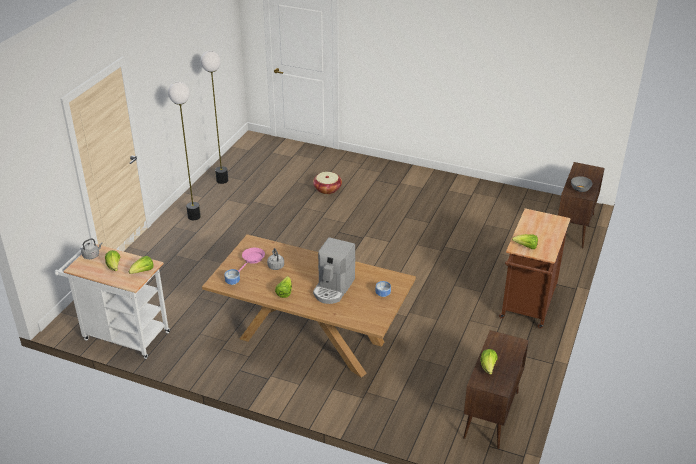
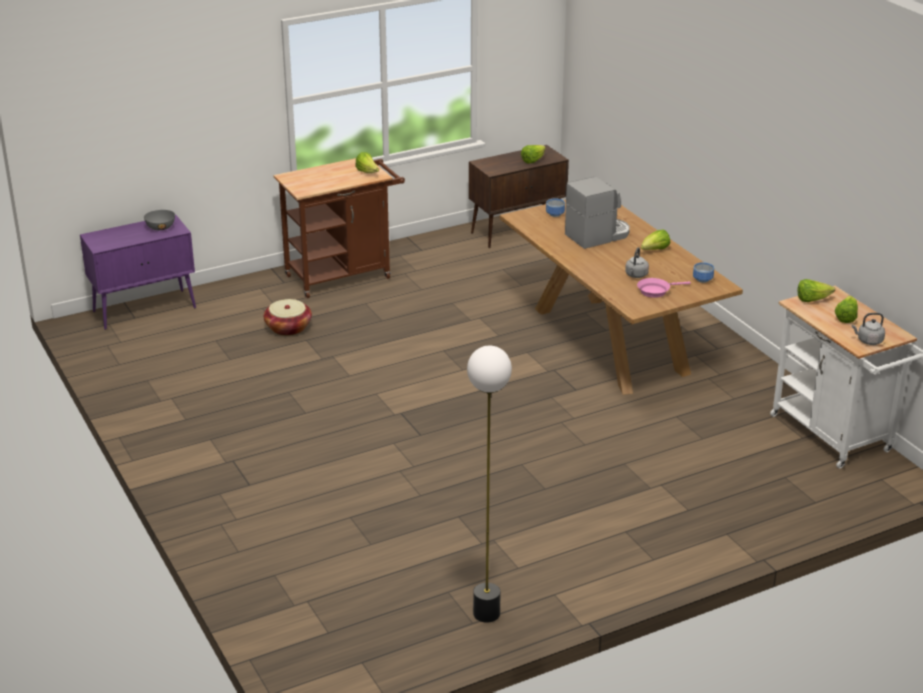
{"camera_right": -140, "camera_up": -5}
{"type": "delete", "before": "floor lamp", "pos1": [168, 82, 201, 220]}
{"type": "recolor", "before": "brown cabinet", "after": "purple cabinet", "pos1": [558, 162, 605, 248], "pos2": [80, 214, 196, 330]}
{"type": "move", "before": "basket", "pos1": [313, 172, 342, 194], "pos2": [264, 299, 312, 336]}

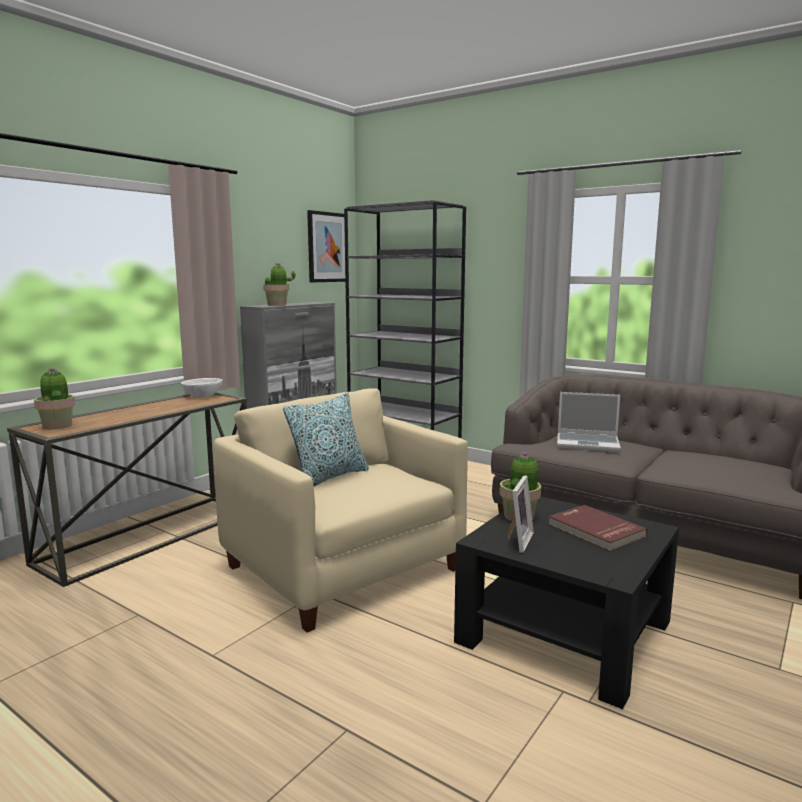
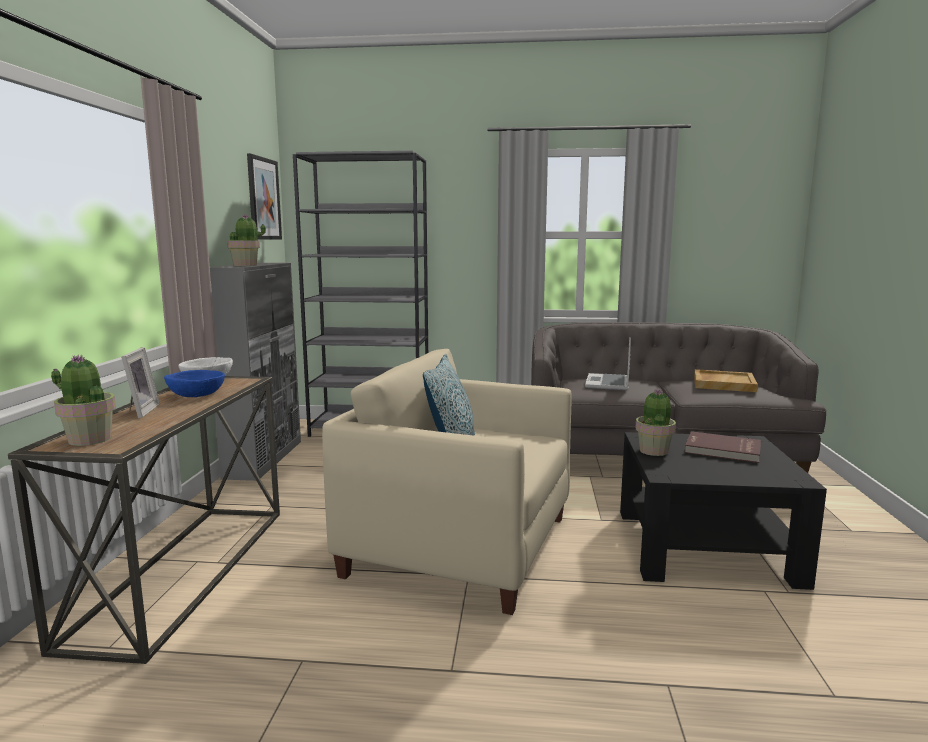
{"camera_right": -30, "camera_up": 0}
{"type": "rotate", "before": "laptop", "pos1": [557, 392, 621, 452], "pos2": [585, 337, 631, 390], "turn": 120}
{"type": "move", "before": "picture frame", "pos1": [508, 476, 534, 553], "pos2": [121, 347, 160, 418]}
{"type": "insert", "after": "beige tray", "pos2": [694, 369, 758, 392]}
{"type": "insert", "after": "blue bowl", "pos2": [164, 370, 225, 397]}

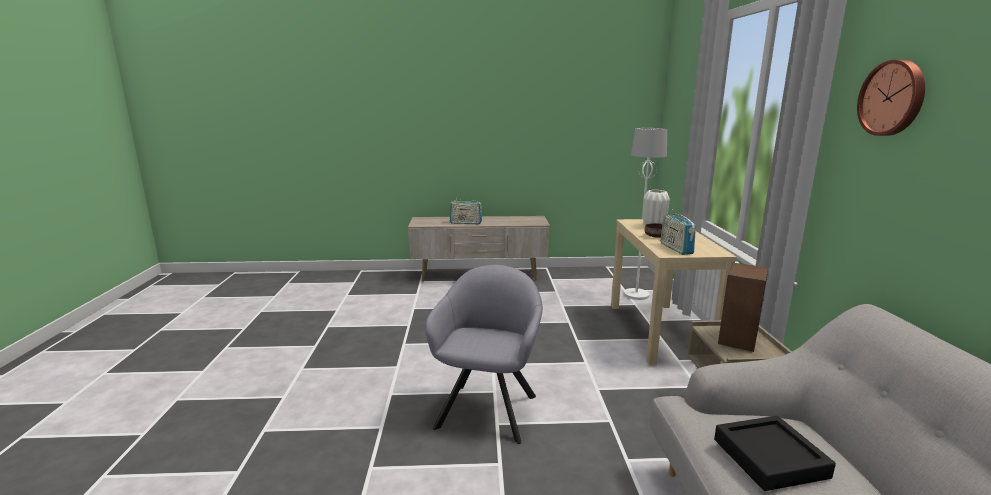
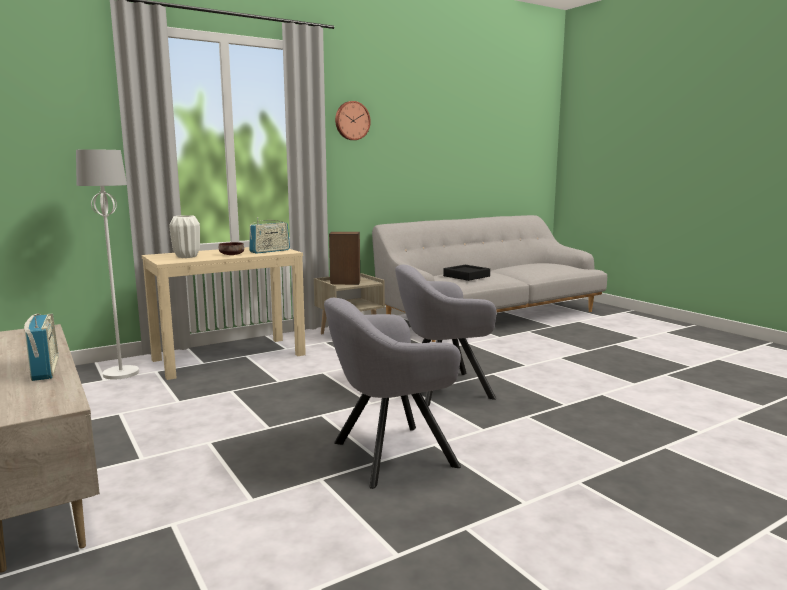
{"camera_right": -120, "camera_up": -5}
{"type": "insert", "after": "grey armchair", "pos2": [324, 298, 461, 489]}

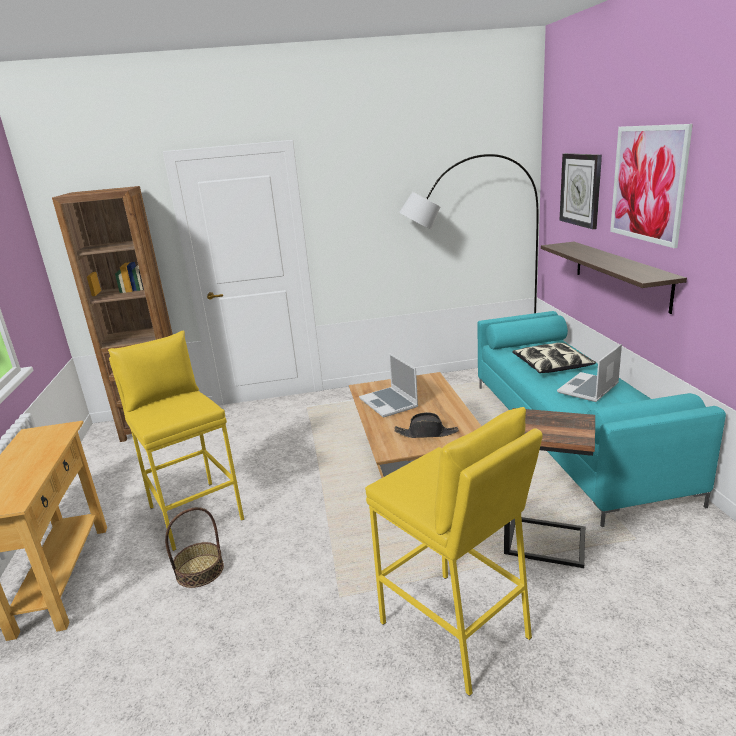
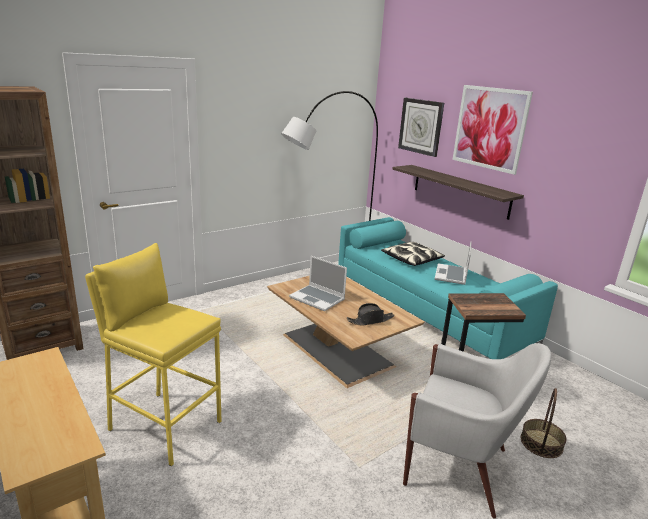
{"camera_right": -30, "camera_up": 0}
{"type": "replace", "before": "yellow stool", "after": "white armchair", "pos1": [365, 407, 543, 696], "pos2": [403, 343, 552, 519]}
{"type": "move", "before": "basket", "pos1": [165, 507, 224, 588], "pos2": [521, 388, 567, 458]}

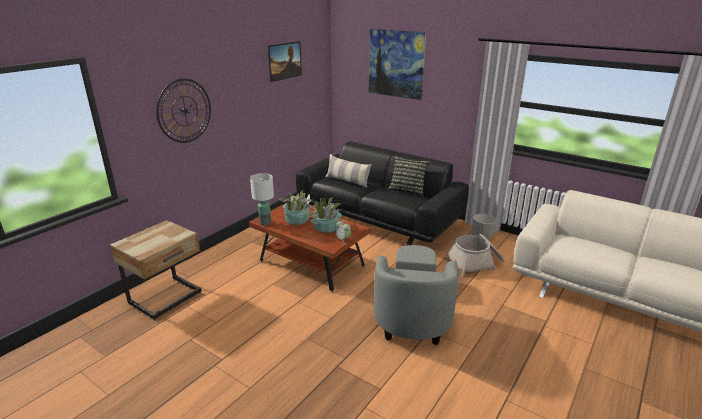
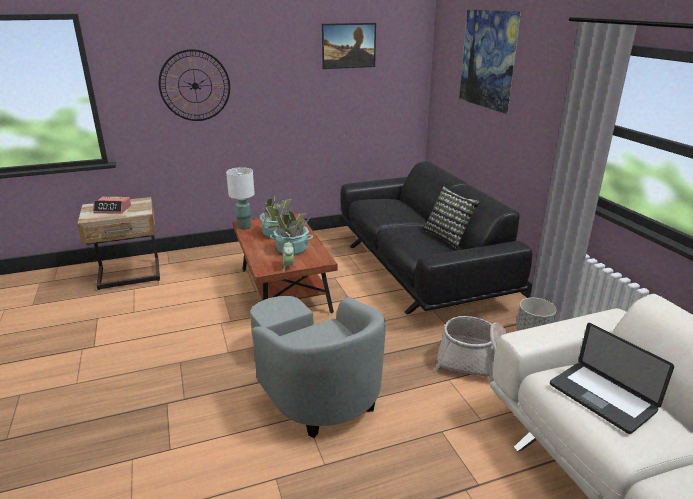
{"camera_right": 35, "camera_up": 0}
{"type": "delete", "before": "pillow", "pos1": [326, 154, 372, 188]}
{"type": "rotate", "before": "grey armchair", "pos1": [374, 245, 459, 345], "pos2": [250, 296, 386, 438], "turn": -75}
{"type": "insert", "after": "alarm clock", "pos2": [93, 197, 131, 214]}
{"type": "insert", "after": "laptop", "pos2": [550, 323, 674, 434]}

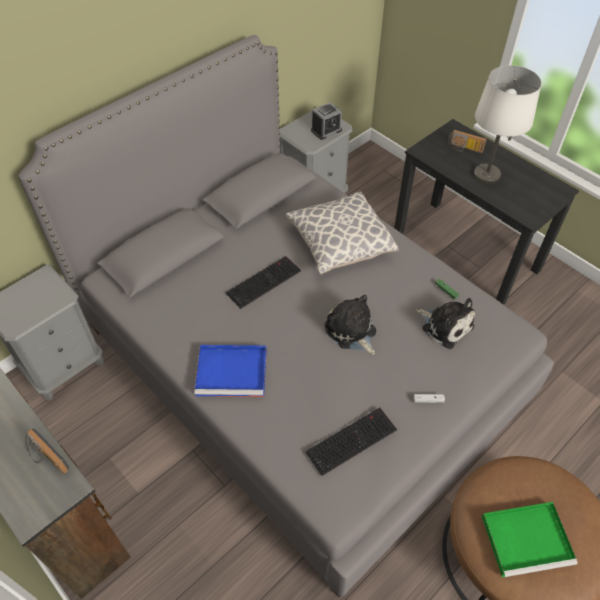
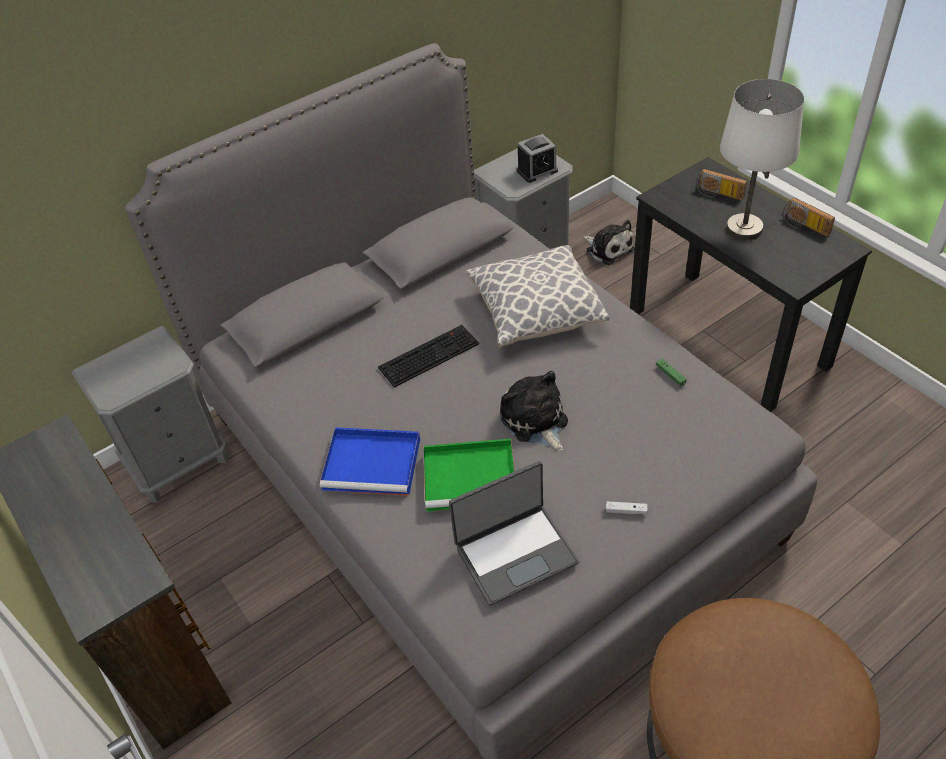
{"camera_right": 10, "camera_up": -5}
{"type": "move", "before": "plush toy", "pos1": [416, 298, 475, 349], "pos2": [584, 220, 635, 265]}
{"type": "replace", "before": "keyboard", "after": "laptop", "pos1": [306, 407, 397, 476], "pos2": [449, 461, 579, 606]}
{"type": "move", "before": "radio", "pos1": [25, 428, 69, 474], "pos2": [783, 197, 835, 237]}
{"type": "move", "before": "green tray", "pos1": [482, 502, 577, 577], "pos2": [423, 439, 515, 512]}

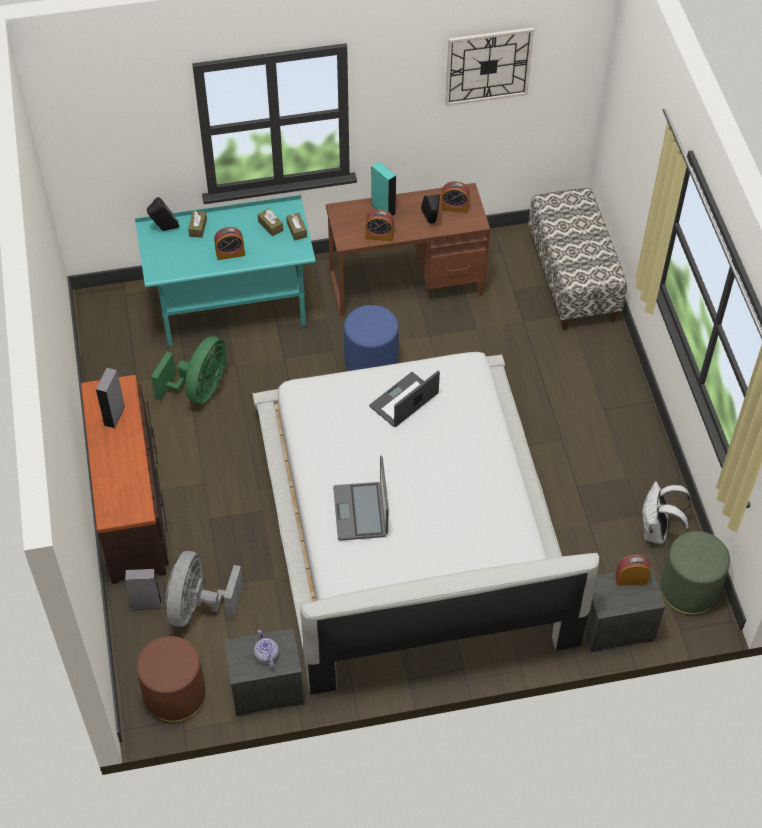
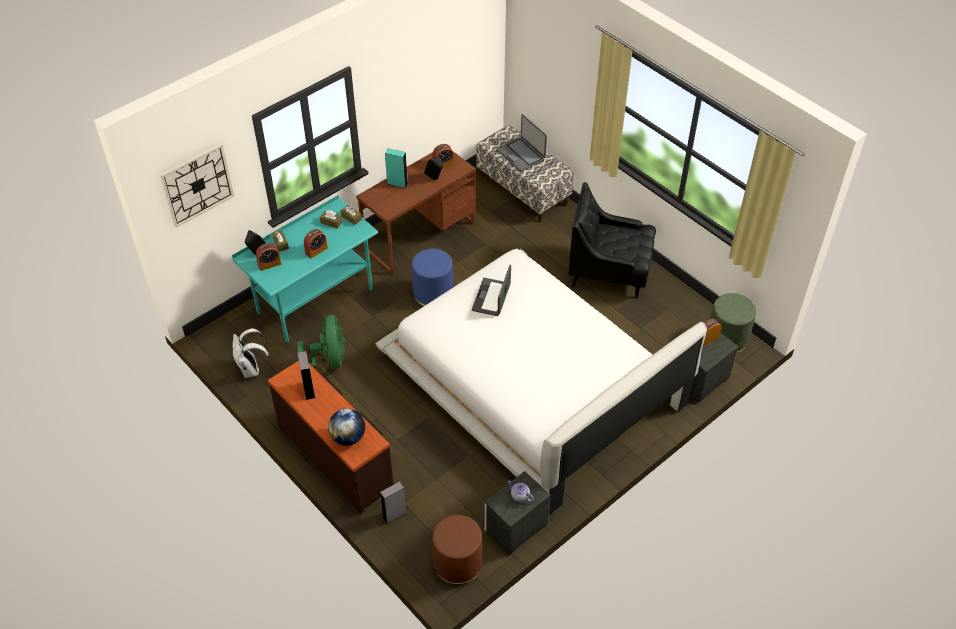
{"camera_right": -30, "camera_up": -5}
{"type": "move", "before": "wall clock", "pos1": [445, 27, 534, 106], "pos2": [160, 144, 234, 228]}
{"type": "move", "before": "alarm clock", "pos1": [365, 210, 394, 241], "pos2": [256, 243, 281, 271]}
{"type": "move", "before": "laptop", "pos1": [333, 456, 388, 541], "pos2": [497, 114, 547, 172]}
{"type": "move", "before": "white backpack", "pos1": [641, 481, 691, 544], "pos2": [233, 328, 271, 378]}
{"type": "delete", "before": "grey fan", "pos1": [165, 551, 243, 627]}
{"type": "insert", "after": "black armchair", "pos2": [568, 182, 656, 298]}
{"type": "insert", "after": "globe", "pos2": [328, 408, 365, 446]}

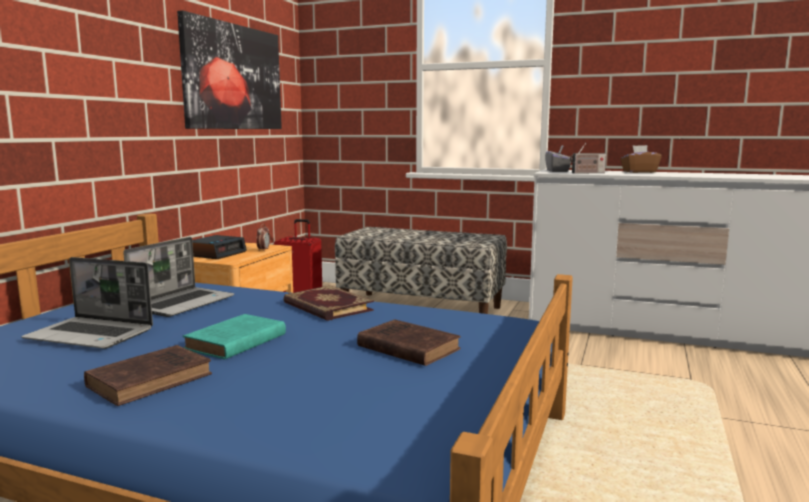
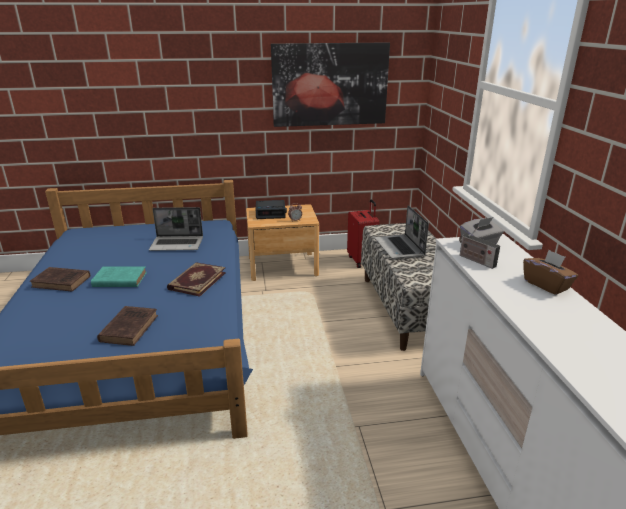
{"camera_right": 60, "camera_up": 15}
{"type": "move", "before": "laptop", "pos1": [21, 257, 153, 349], "pos2": [375, 205, 429, 259]}

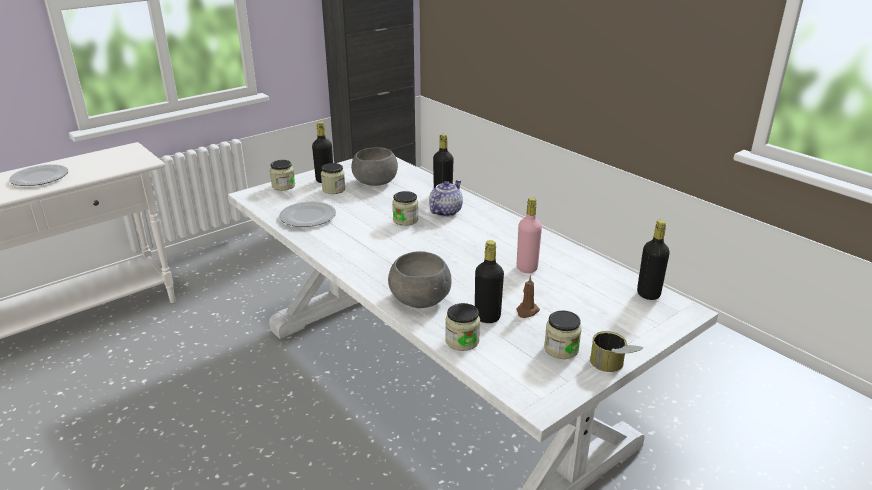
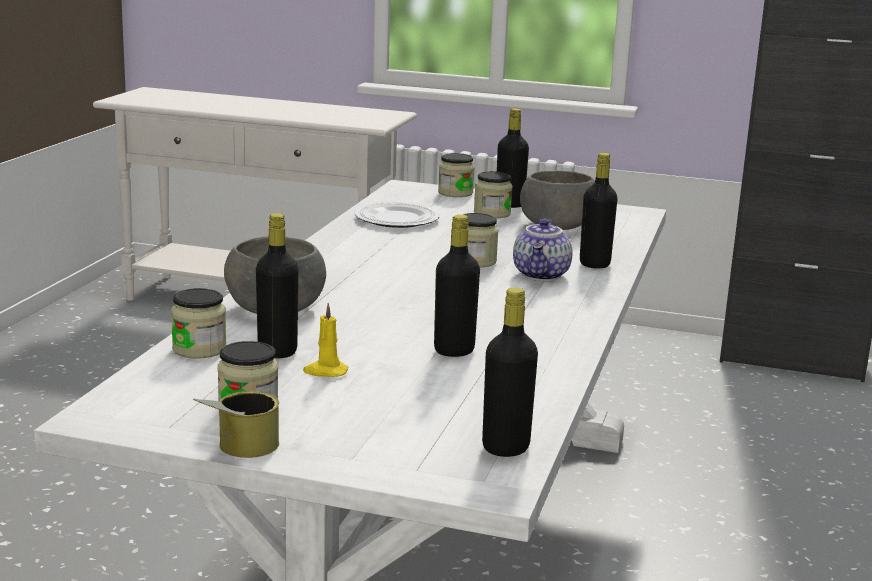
{"camera_right": 55, "camera_up": -10}
{"type": "delete", "before": "plate", "pos1": [9, 164, 68, 186]}
{"type": "rotate", "before": "teapot", "pos1": [429, 180, 463, 217], "pos2": [513, 219, 573, 281], "turn": 105}
{"type": "recolor", "before": "pink bottle", "after": "black bottle", "pos1": [517, 197, 542, 273], "pos2": [434, 215, 480, 357]}
{"type": "recolor", "before": "brown candle", "after": "yellow candle", "pos1": [516, 275, 540, 318], "pos2": [303, 303, 348, 377]}

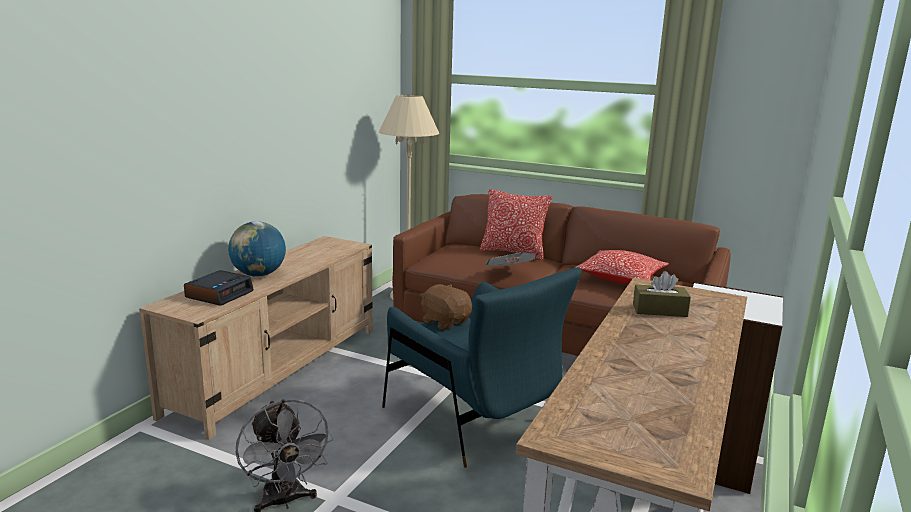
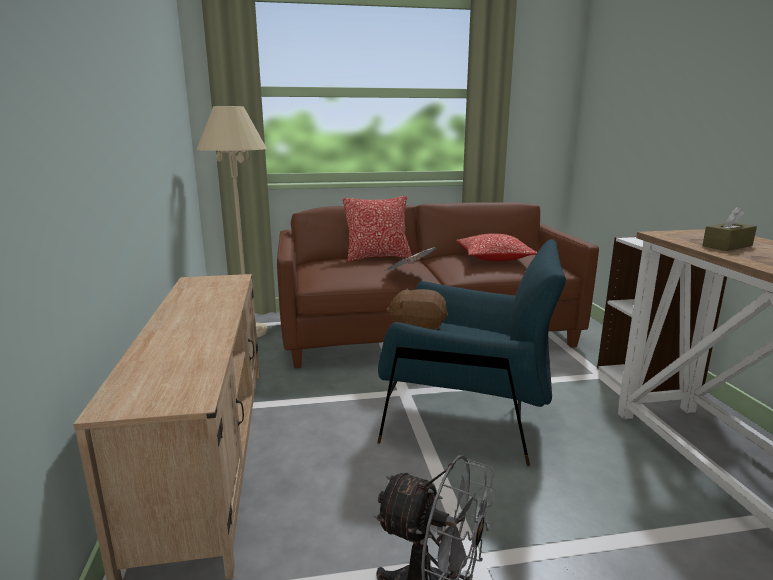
{"camera_right": -35, "camera_up": 0}
{"type": "delete", "before": "globe", "pos1": [228, 221, 286, 277]}
{"type": "delete", "before": "alarm clock", "pos1": [184, 270, 254, 306]}

